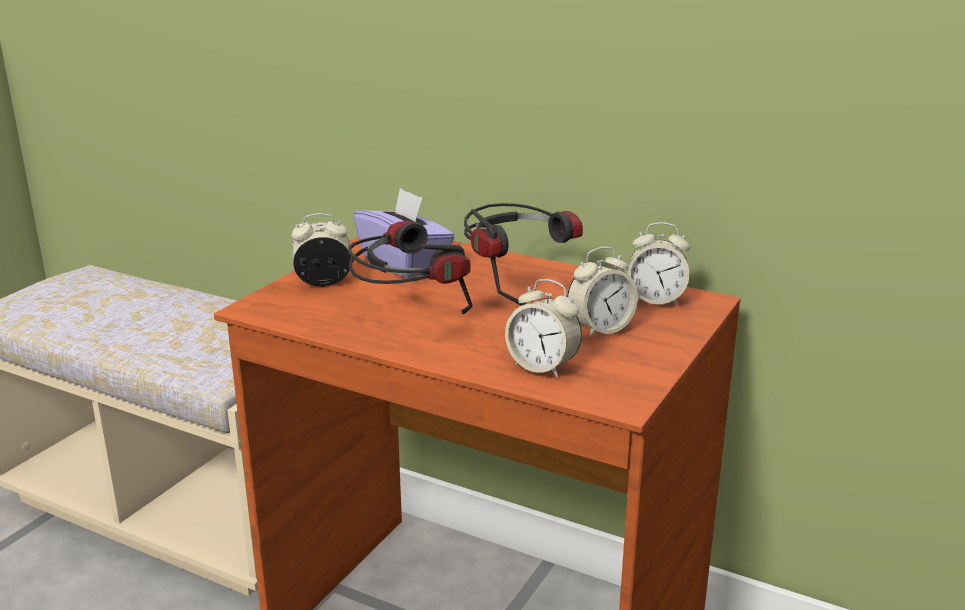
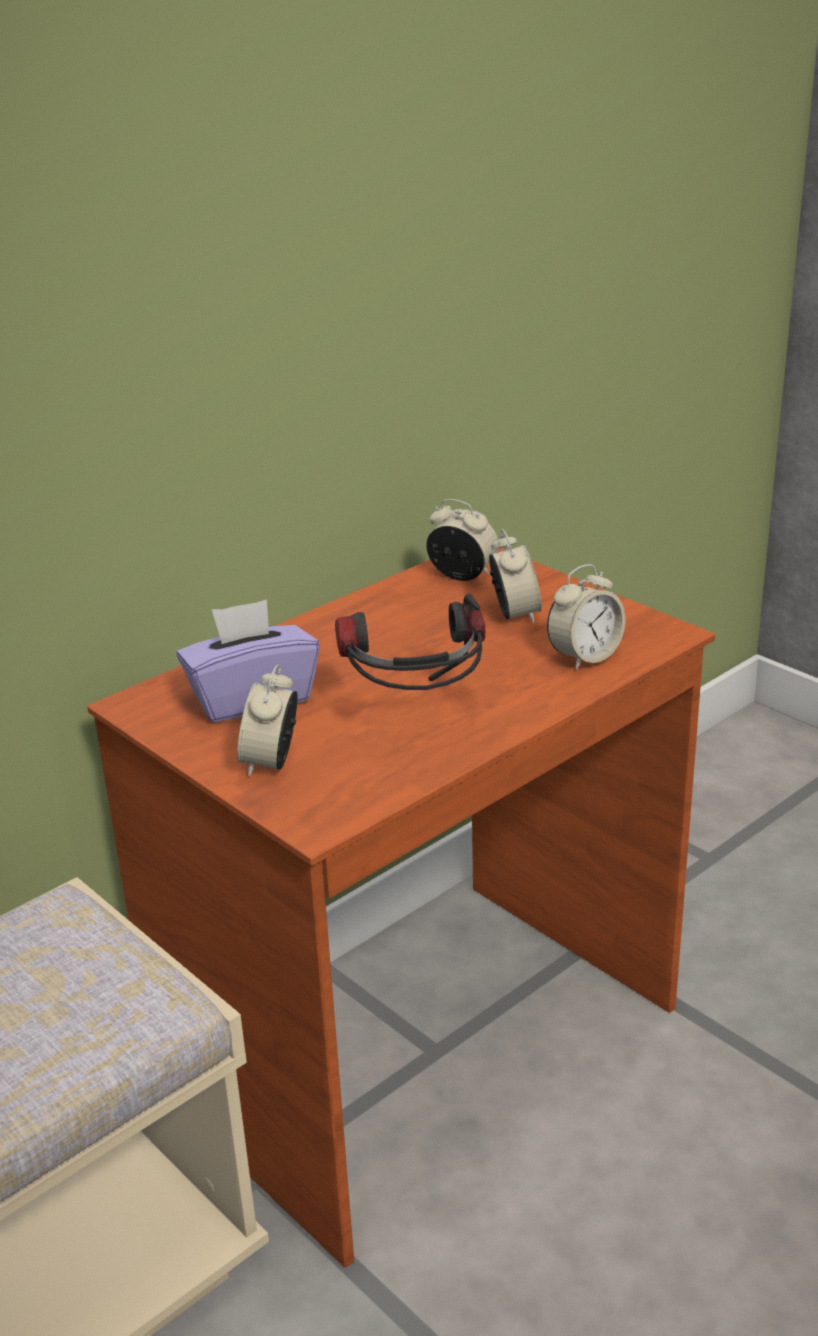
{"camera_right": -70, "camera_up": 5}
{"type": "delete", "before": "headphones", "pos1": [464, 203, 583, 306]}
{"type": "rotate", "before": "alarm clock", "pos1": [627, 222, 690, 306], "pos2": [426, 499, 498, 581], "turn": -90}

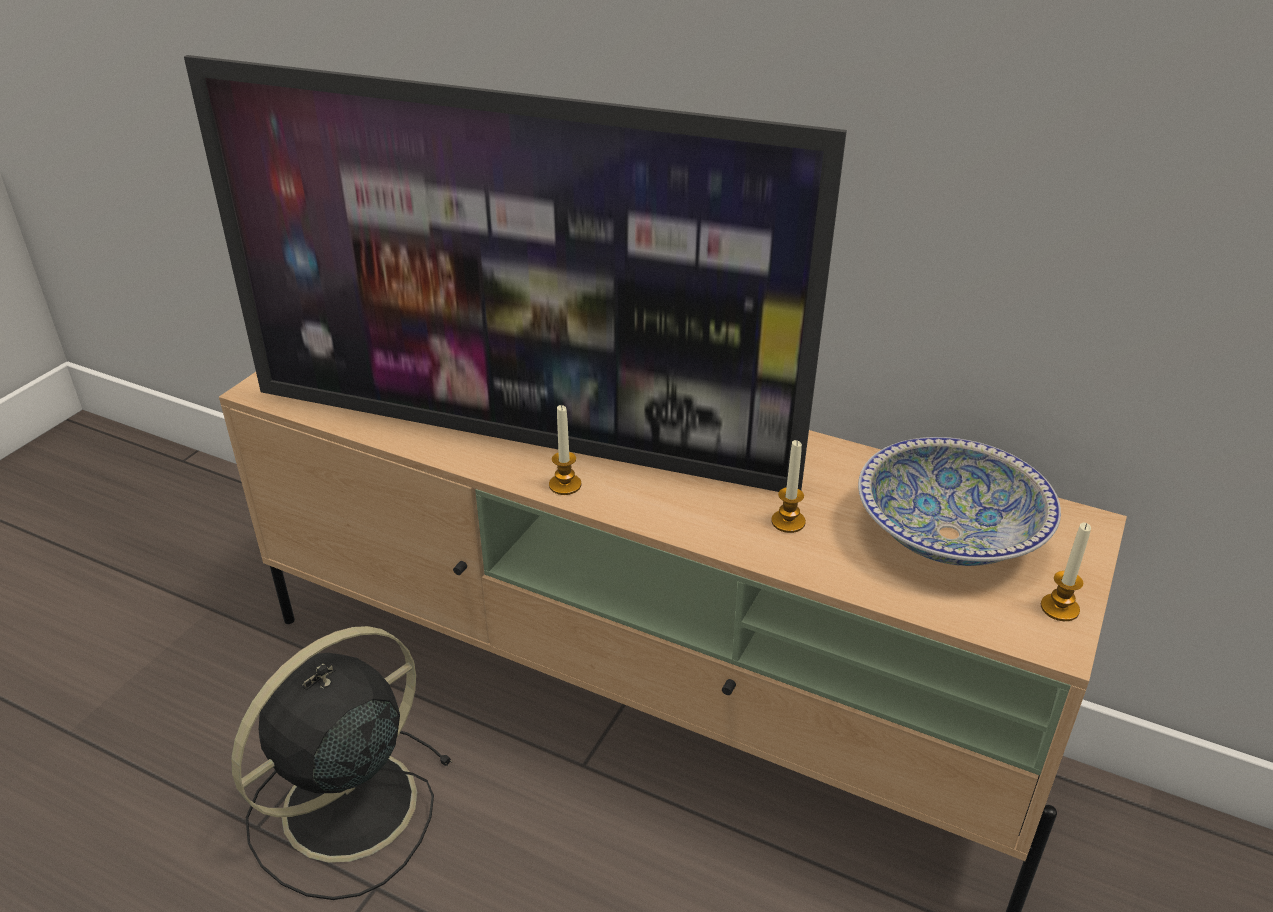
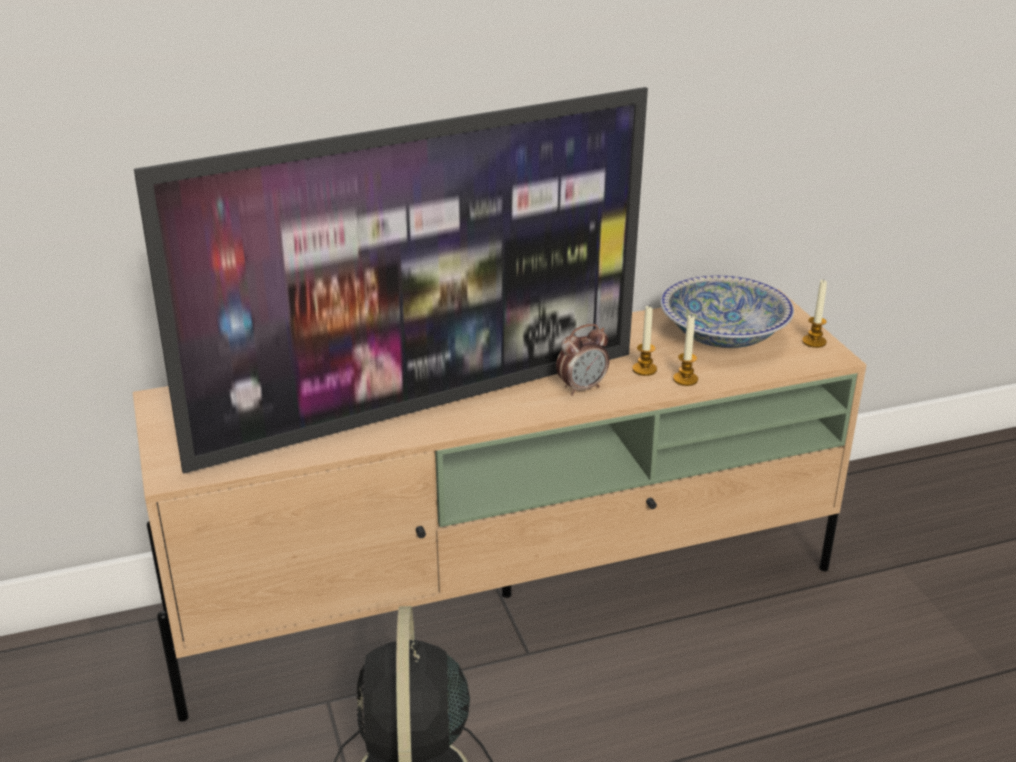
{"camera_right": -45, "camera_up": -5}
{"type": "move", "before": "candle", "pos1": [549, 405, 582, 495], "pos2": [673, 314, 698, 386]}
{"type": "insert", "after": "alarm clock", "pos2": [556, 324, 609, 396]}

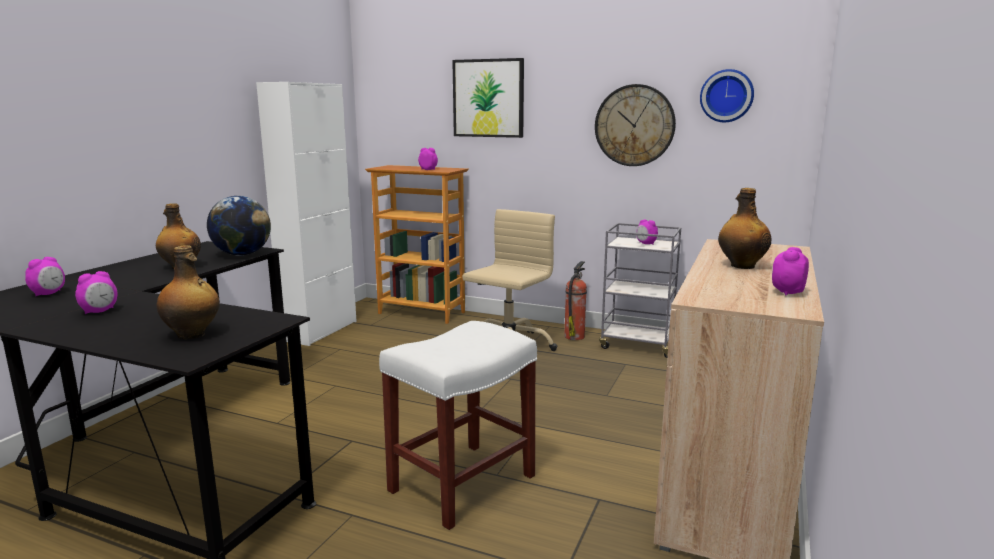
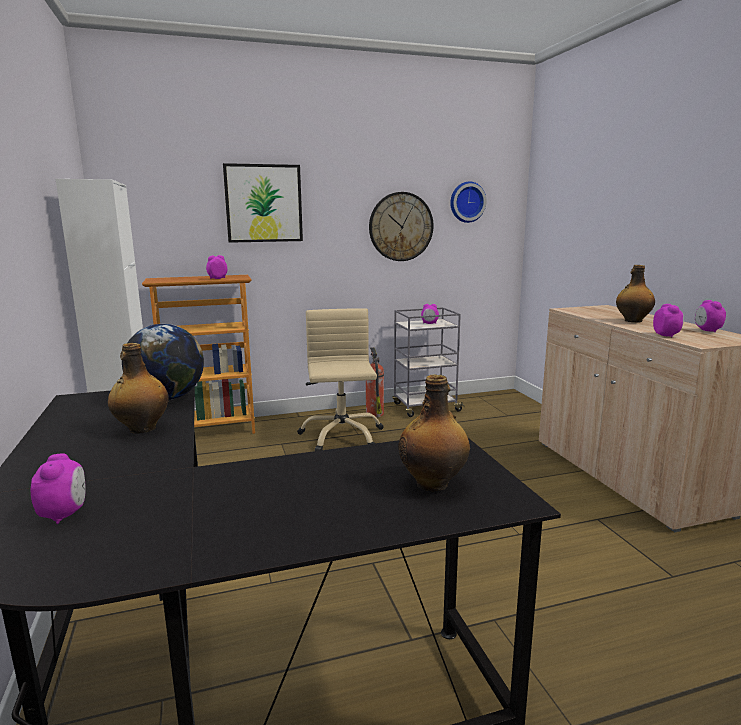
{"camera_right": -40, "camera_up": 0}
{"type": "move", "before": "alarm clock", "pos1": [75, 271, 118, 314], "pos2": [653, 304, 684, 338]}
{"type": "delete", "before": "white stool", "pos1": [379, 321, 537, 530]}

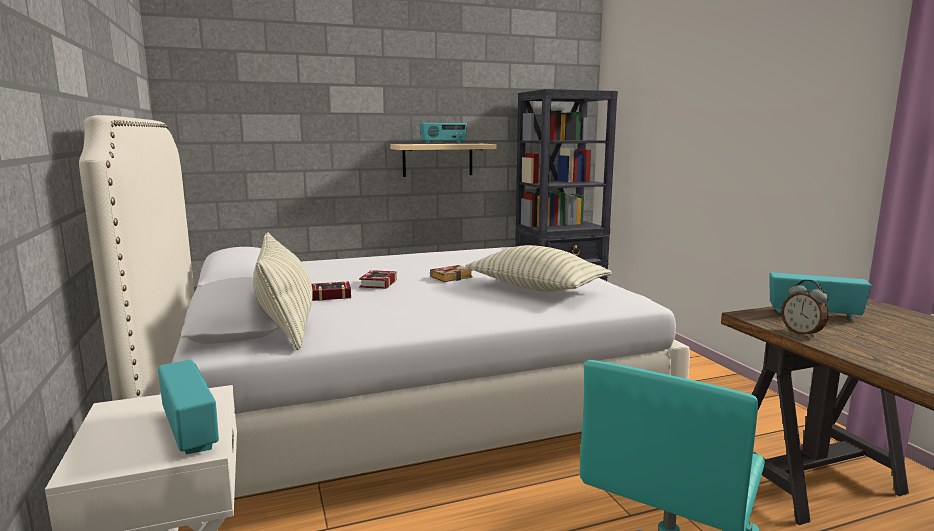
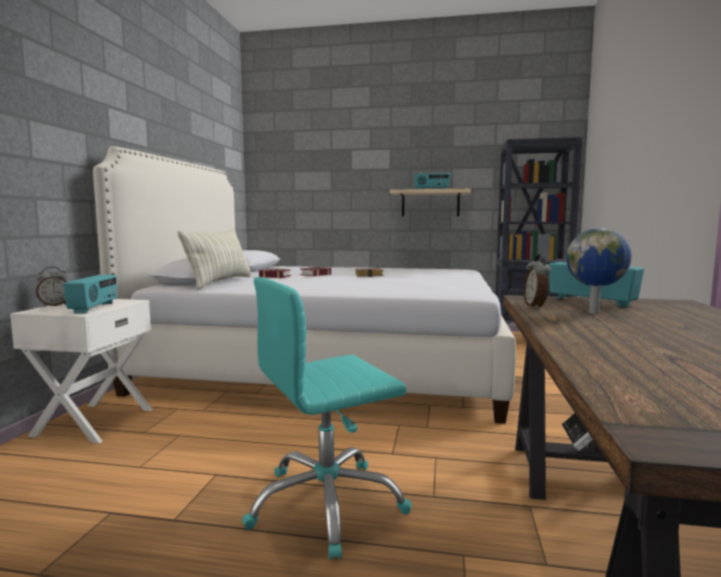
{"camera_right": 30, "camera_up": -5}
{"type": "delete", "before": "pillow", "pos1": [465, 245, 612, 292]}
{"type": "insert", "after": "globe", "pos2": [566, 228, 631, 314]}
{"type": "insert", "after": "alarm clock", "pos2": [36, 267, 68, 307]}

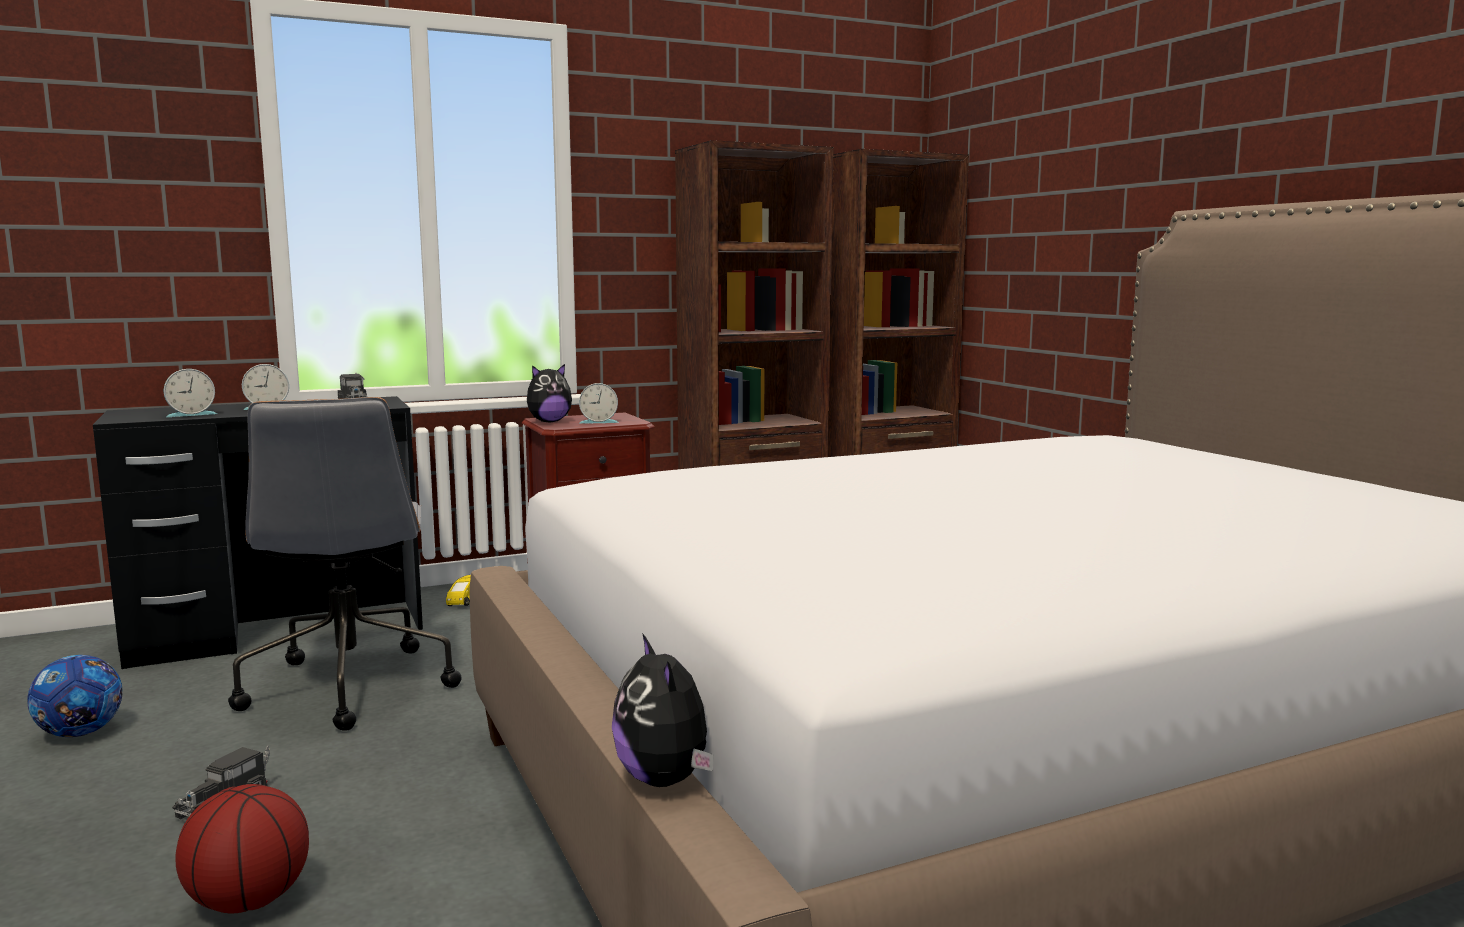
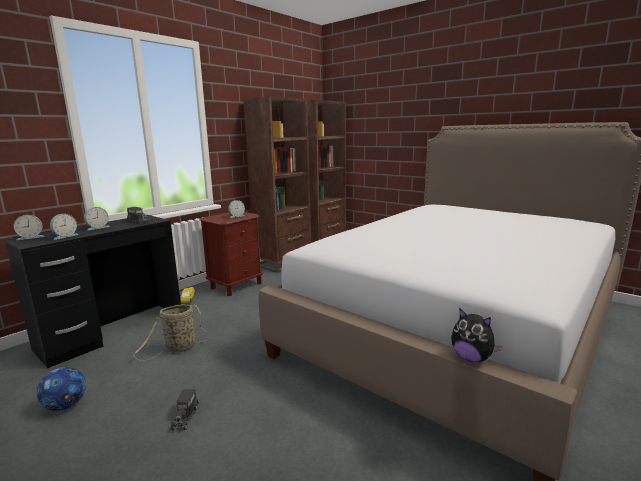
{"camera_right": -25, "camera_up": 5}
{"type": "delete", "before": "plush toy", "pos1": [527, 364, 572, 423]}
{"type": "replace", "before": "grey office chair", "after": "basket", "pos1": [228, 397, 461, 731], "pos2": [133, 304, 211, 361]}
{"type": "delete", "before": "basketball", "pos1": [175, 784, 309, 913]}
{"type": "insert", "after": "alarm clock", "pos2": [14, 215, 45, 240]}

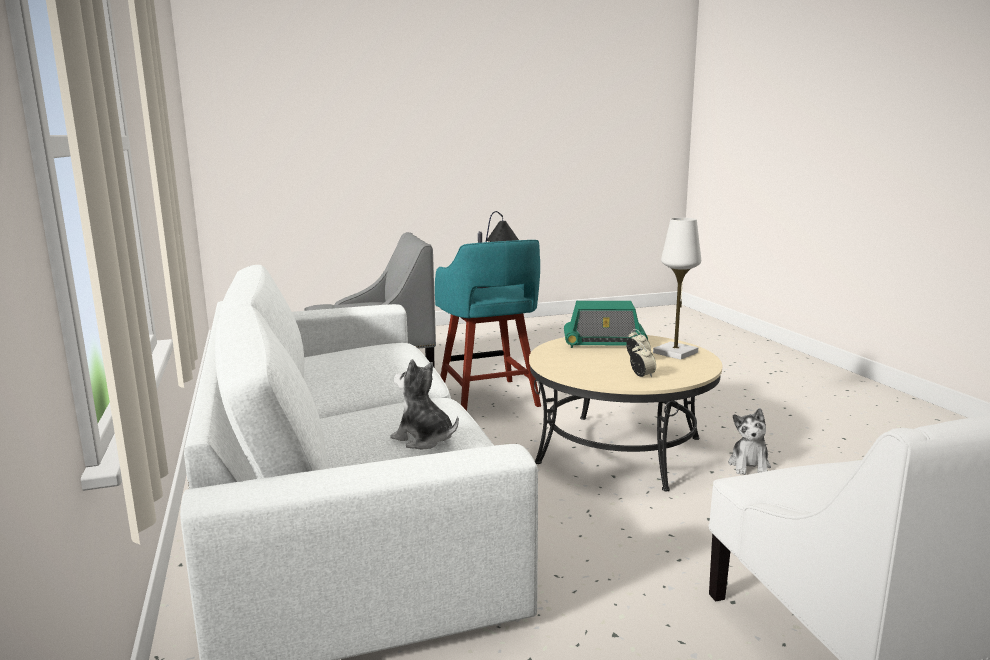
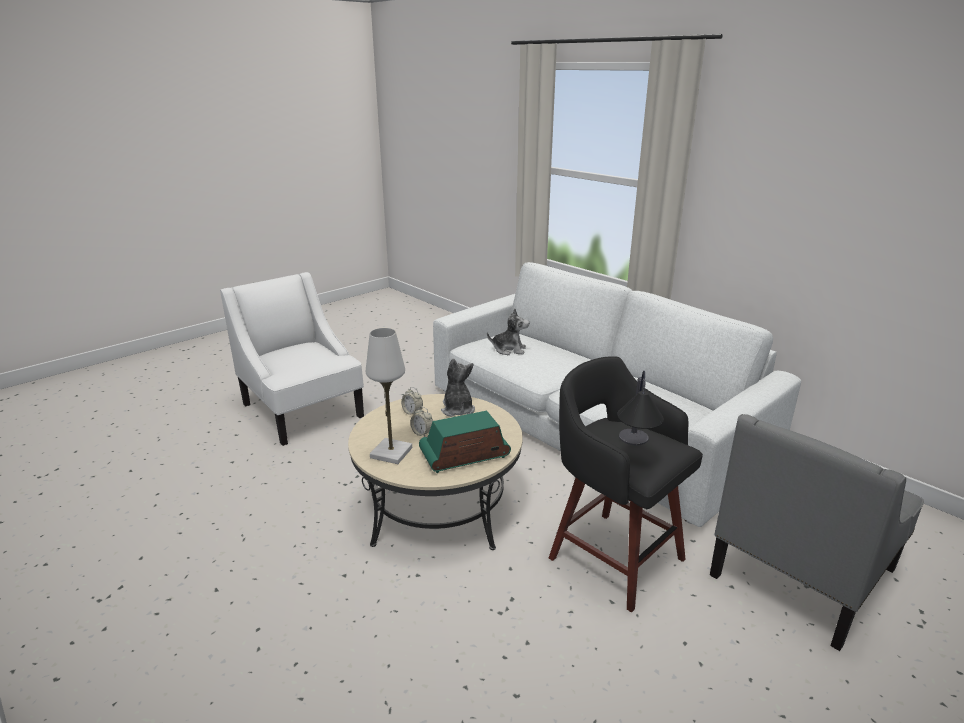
{"camera_right": 155, "camera_up": 10}
{"type": "recolor", "before": "turquoise stool", "after": "black stool", "pos1": [435, 240, 541, 411], "pos2": [549, 356, 703, 612]}
{"type": "move", "before": "plush toy", "pos1": [728, 408, 771, 475], "pos2": [441, 359, 475, 417]}

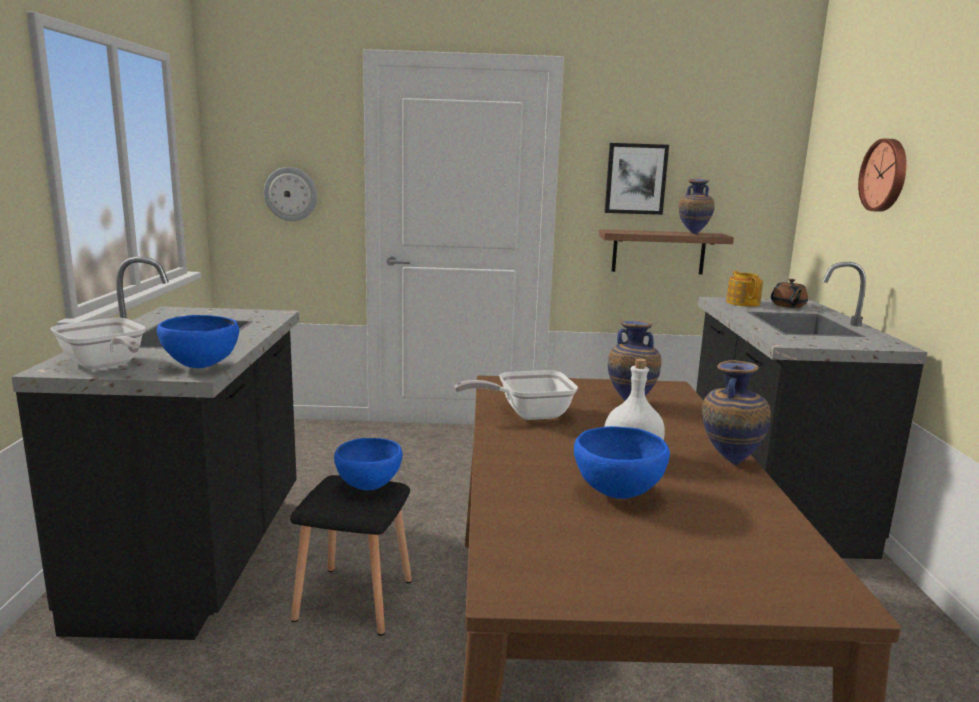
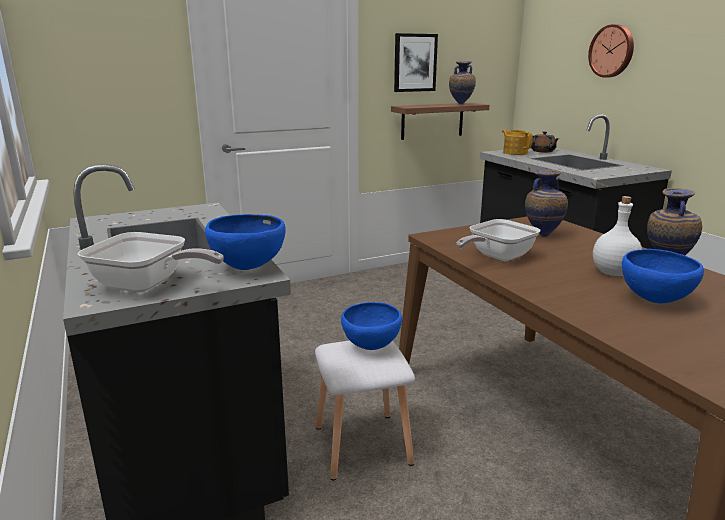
{"camera_right": -25, "camera_up": 5}
{"type": "delete", "before": "wall clock", "pos1": [264, 167, 317, 221]}
{"type": "recolor", "before": "black stool", "after": "white stool", "pos1": [290, 475, 412, 636], "pos2": [315, 340, 415, 481]}

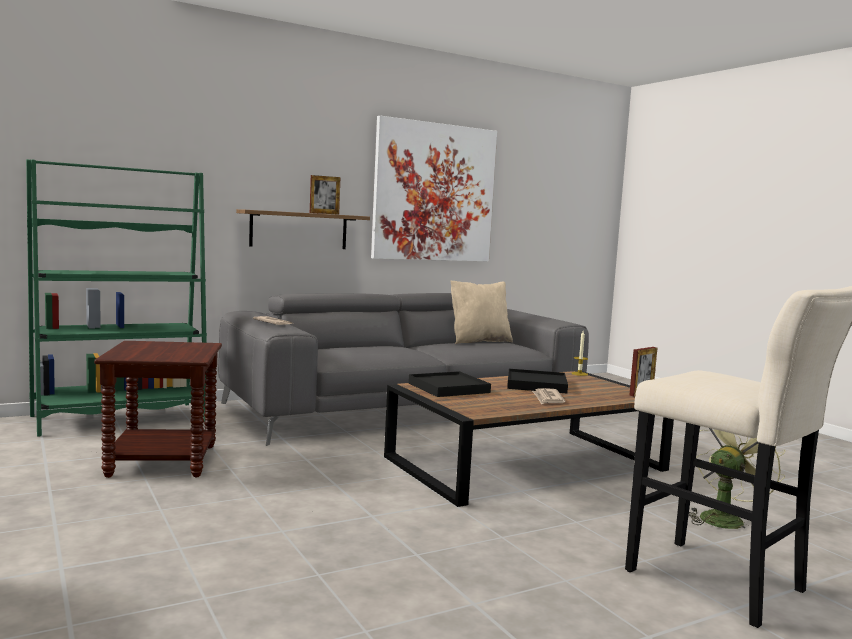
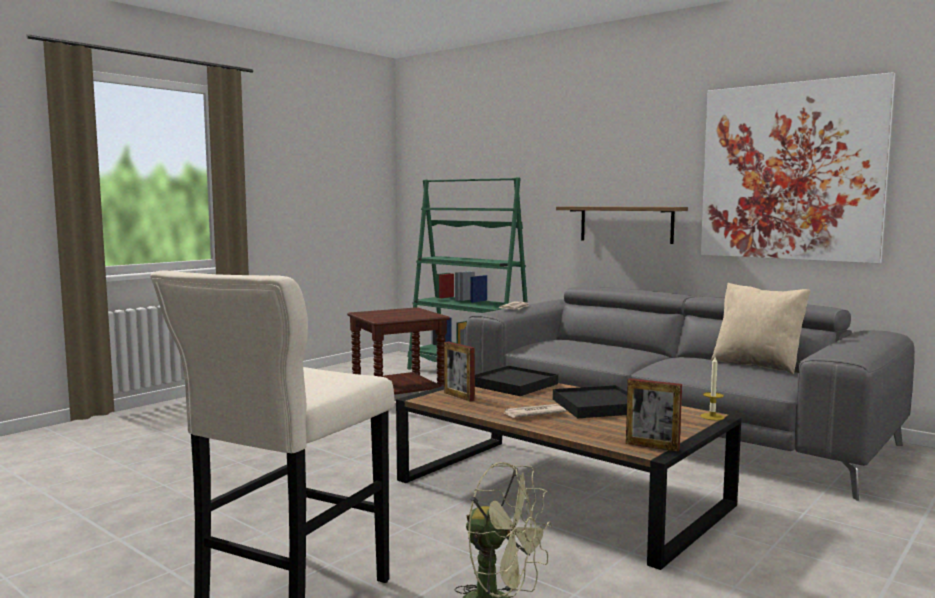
{"camera_right": 70, "camera_up": 0}
{"type": "move", "before": "picture frame", "pos1": [310, 175, 340, 215], "pos2": [444, 341, 475, 402]}

